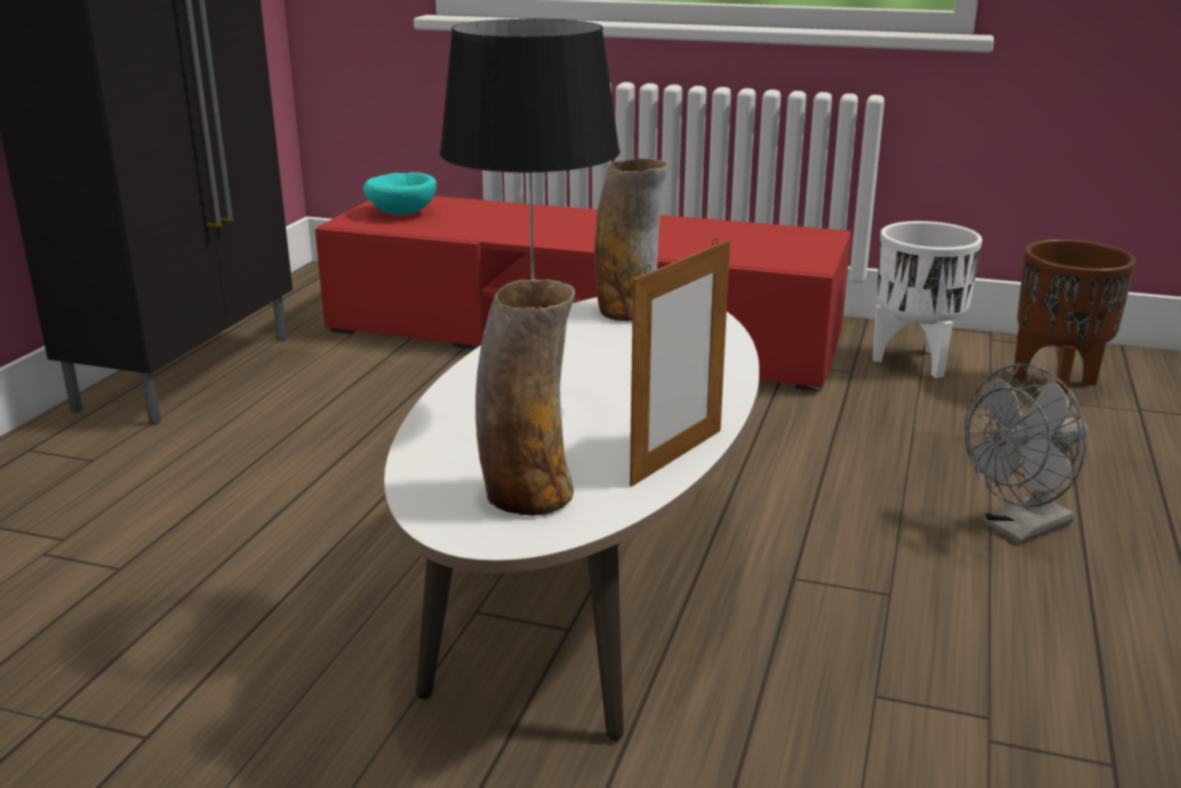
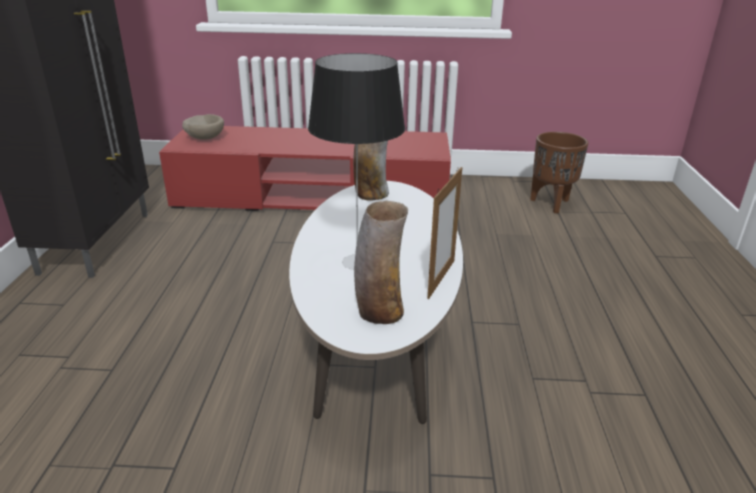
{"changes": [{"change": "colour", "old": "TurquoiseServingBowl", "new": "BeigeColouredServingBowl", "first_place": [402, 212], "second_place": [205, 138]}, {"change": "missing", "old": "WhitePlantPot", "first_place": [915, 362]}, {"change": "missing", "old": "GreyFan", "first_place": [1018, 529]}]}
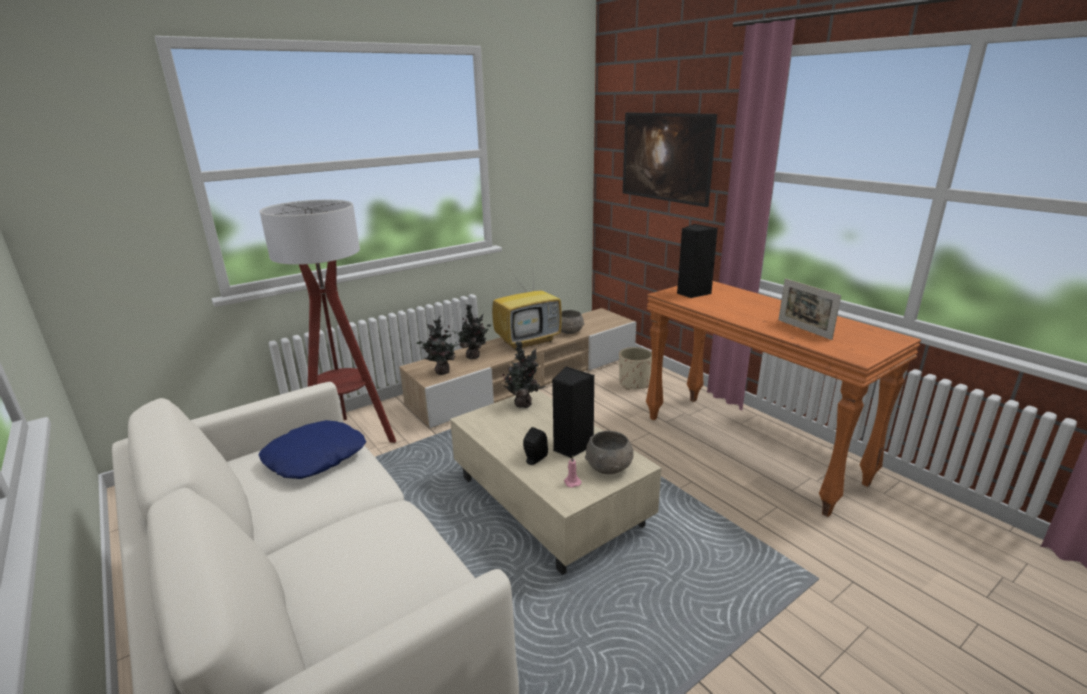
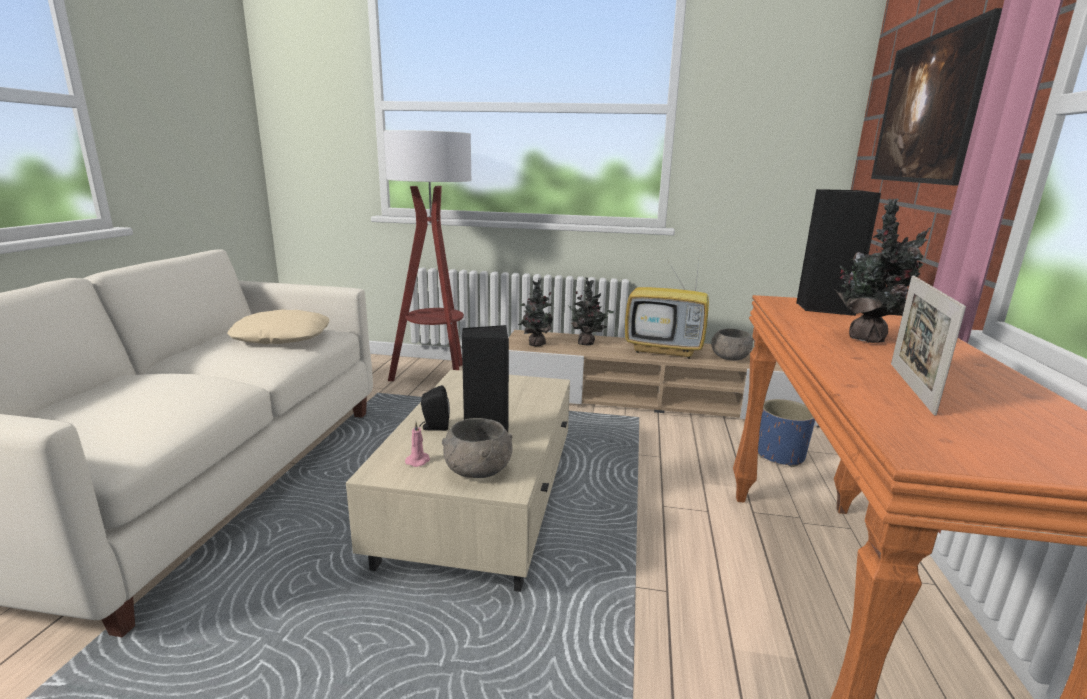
{"changes": [{"change": "colour", "old": "BlueThrowPillow", "new": "BeigeColouredThrowPillow", "first_place": [315, 457], "second_place": [282, 337]}, {"change": "relocated", "old": "Houseplant", "first_place": [523, 403], "second_place": [867, 338]}, {"change": "colour", "old": "BeigeColouredPlantPot", "new": "BluePlantPot", "first_place": [634, 384], "second_place": [780, 455]}]}
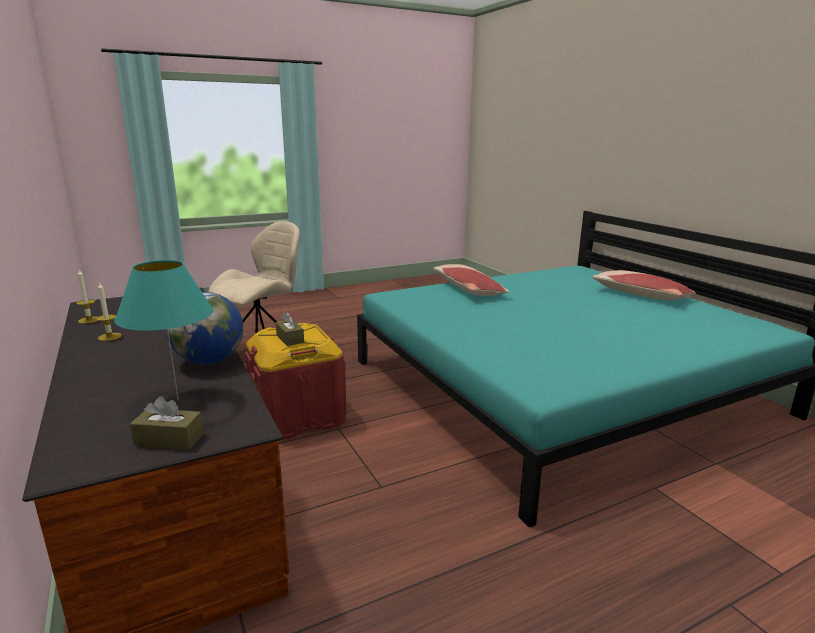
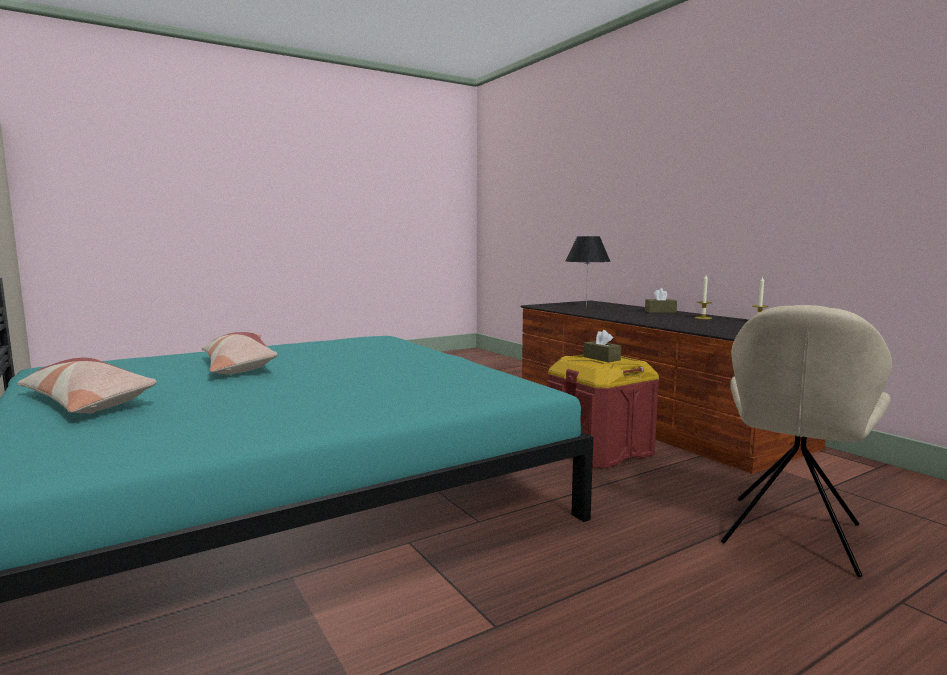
{"changes": [{"change": "colour", "old": "TurquoiseTabletopLamp", "new": "BlackColouredTabletopLamp", "first_place": [178, 399], "second_place": [585, 308]}, {"change": "relocated", "old": "BrownishBoxOfTissues", "first_place": [169, 439], "second_place": [660, 311]}, {"change": "missing", "old": "DeskGlobe", "first_place": [210, 361]}, {"change": "relocated", "old": "ThrowPillow", "first_place": [468, 289], "second_place": [238, 367]}]}
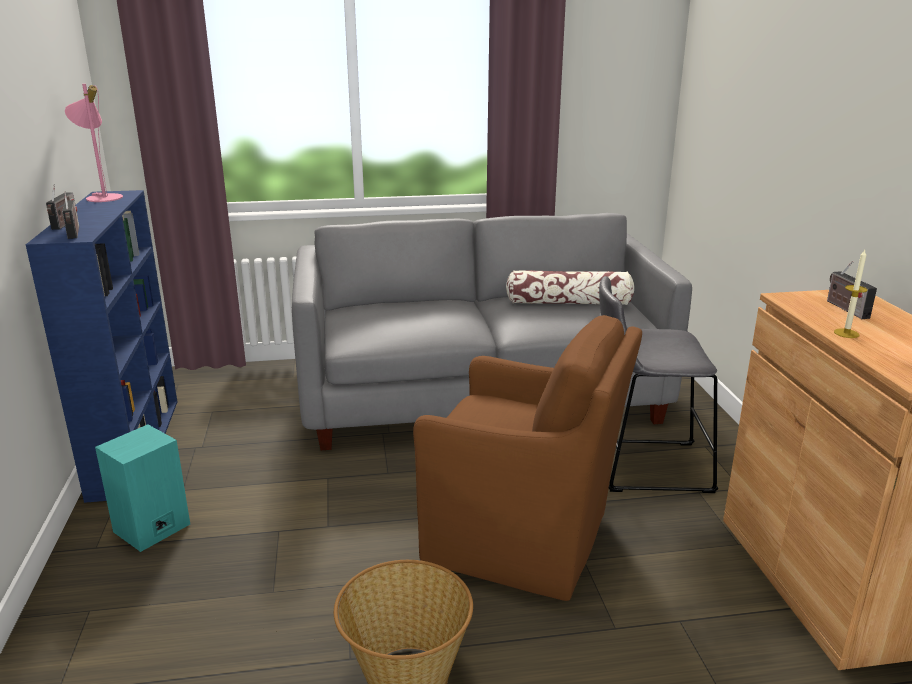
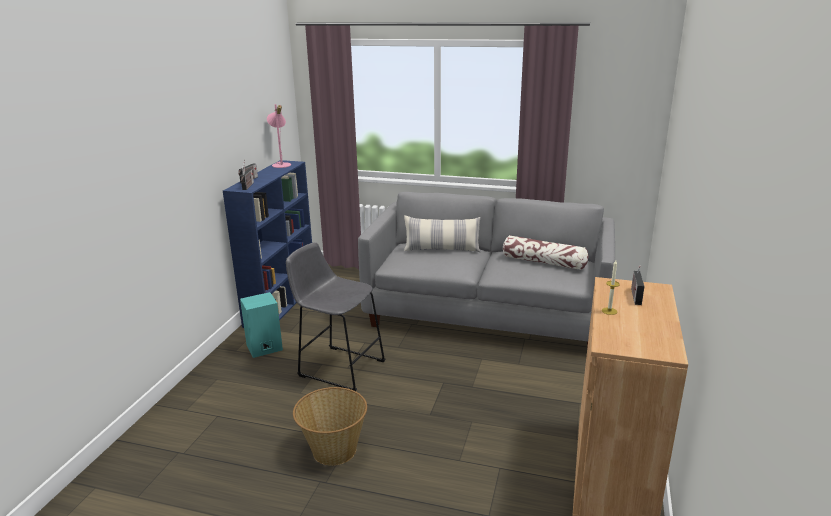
{"changes": [{"change": "missing", "old": "BrownishArmchair", "first_place": [522, 540]}, {"change": "relocated", "old": "GreySittingStool", "first_place": [644, 466], "second_place": [338, 367]}, {"change": "appeared", "new": "ThrowPillow", "second_place": [442, 249]}]}
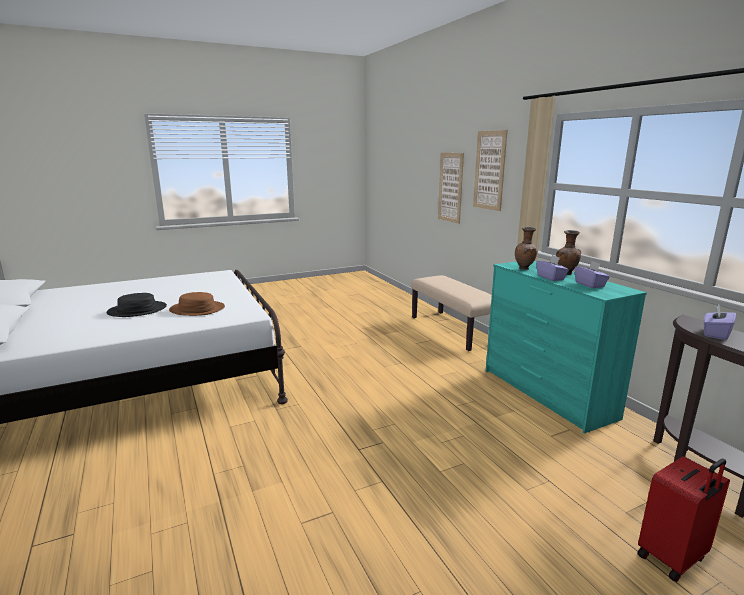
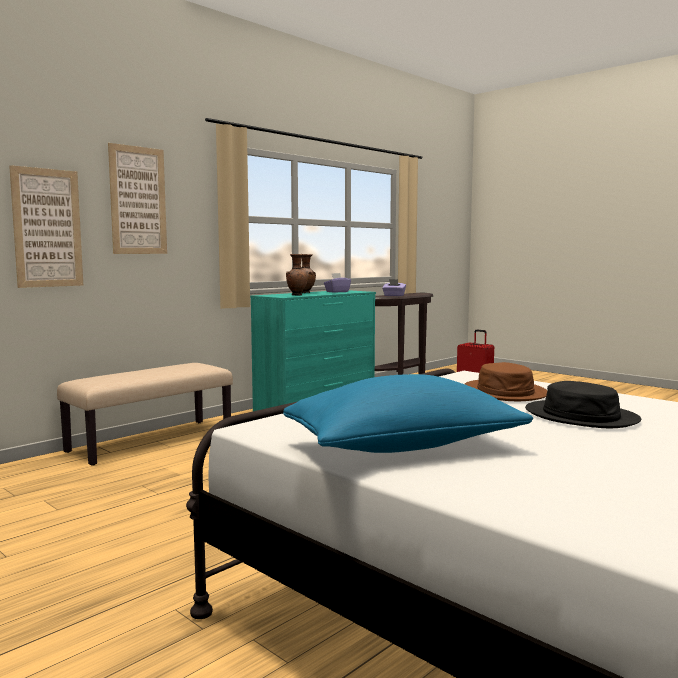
{"changes": [{"change": "missing", "old": "PurpleColouredBoxOfTissues", "first_place": [551, 278]}, {"change": "appeared", "new": "BlueThrowPillow", "second_place": [404, 448]}]}
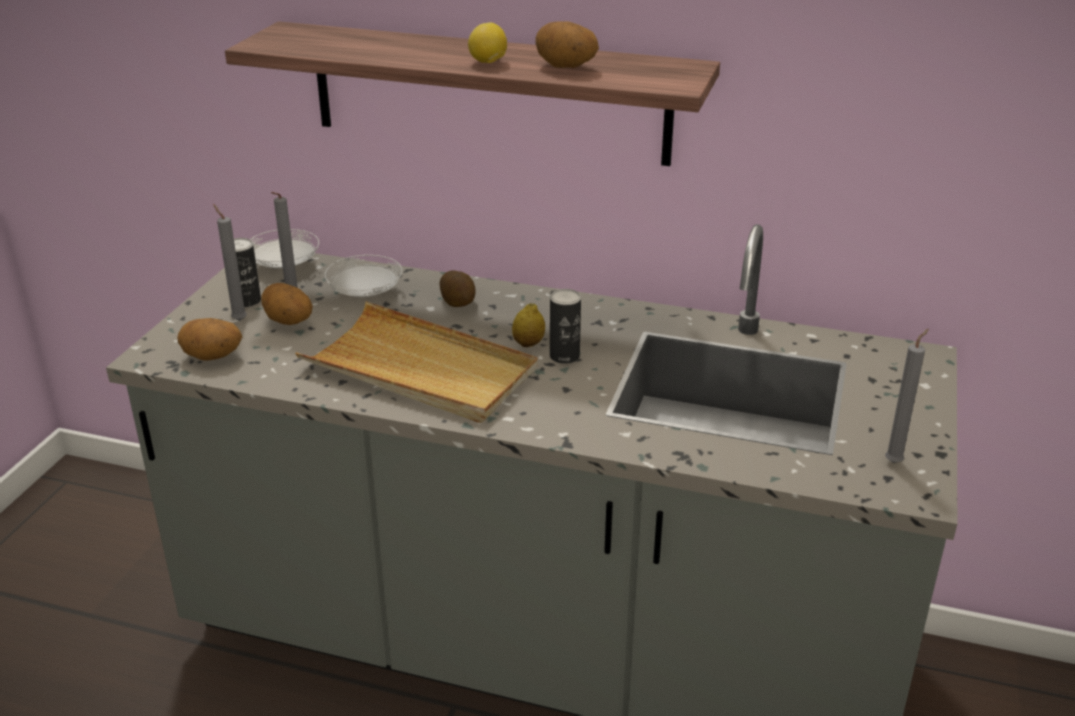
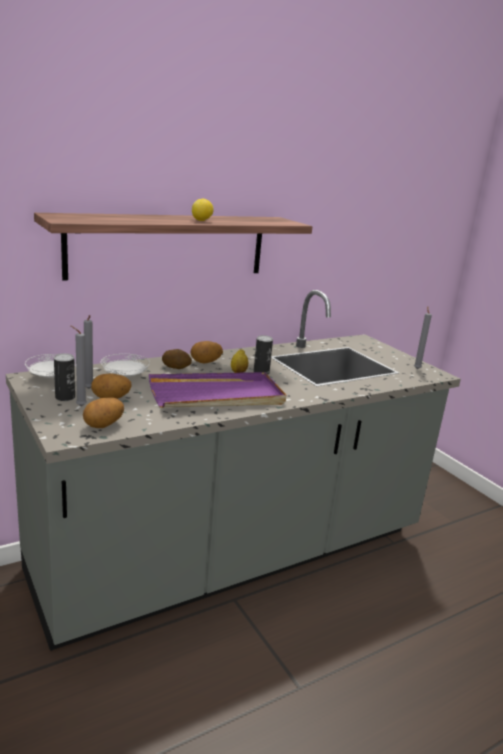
{"changes": [{"change": "colour", "old": "BeigeColouredCarryingTray", "new": "PurpleColouredCarryingTray", "first_place": [420, 370], "second_place": [217, 395]}, {"change": "relocated", "old": "WholePotato", "first_place": [565, 67], "second_place": [206, 362]}]}
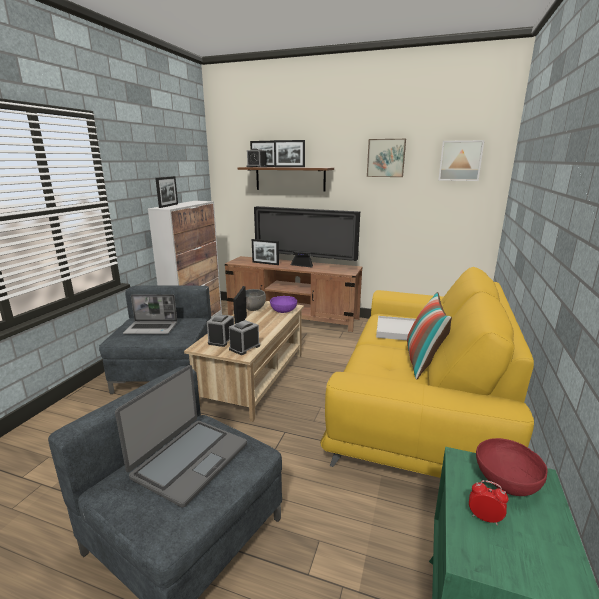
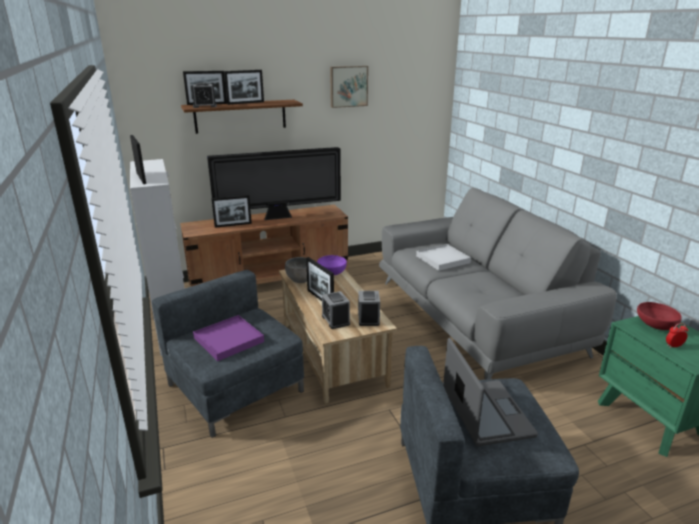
{"changes": [{"change": "exchanged", "old": "Laptop", "new": "PurpleColouredCarryingTray", "first_place": [152, 328], "second_place": [229, 340]}, {"change": "colour", "old": "YellowCouch", "new": "GreyCouch", "first_place": [418, 404], "second_place": [475, 316]}, {"change": "missing", "old": "ThrowPillow", "first_place": [423, 362]}, {"change": "missing", "old": "WallArt", "first_place": [460, 160]}]}
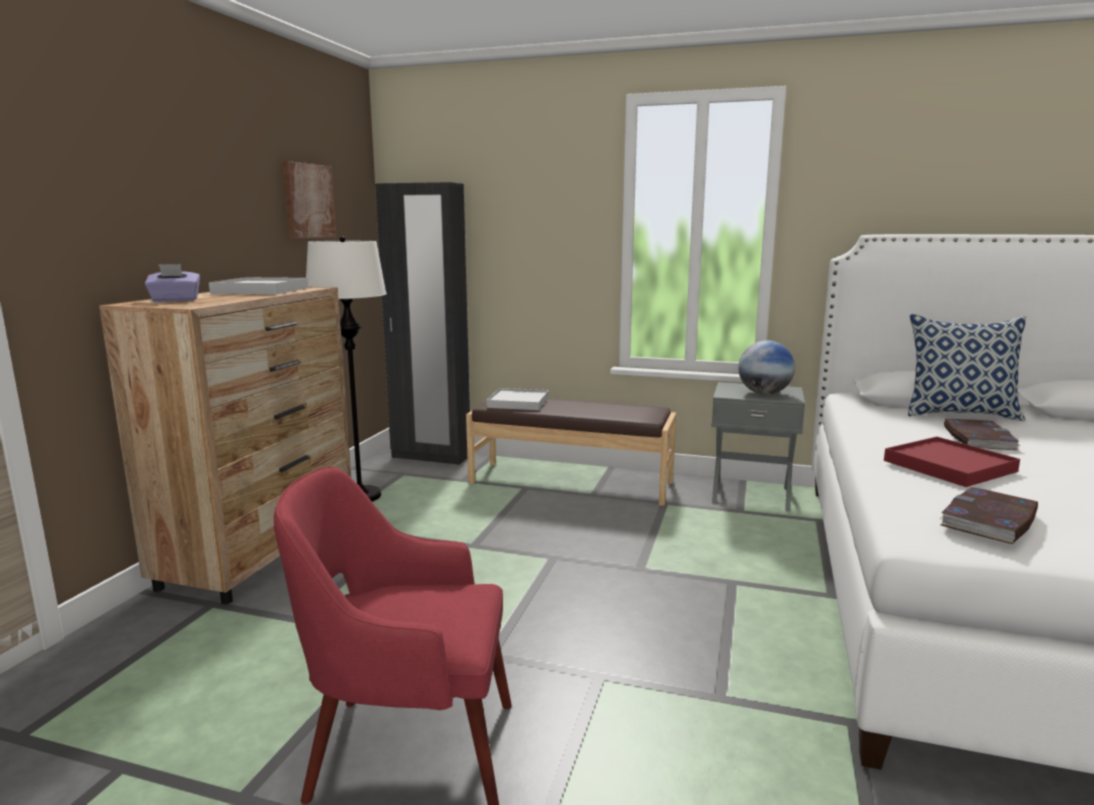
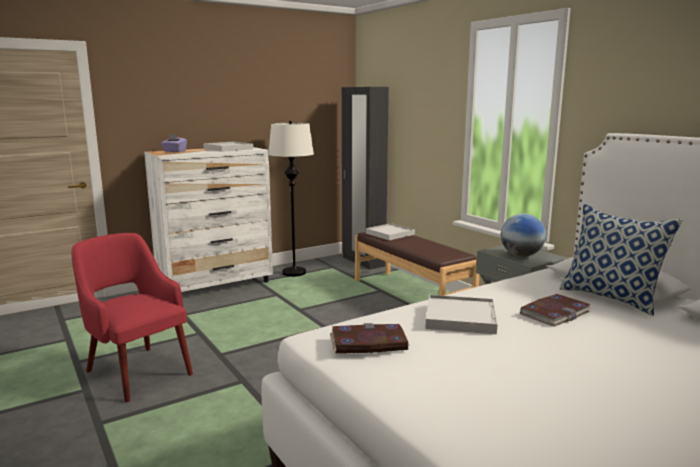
{"changes": [{"change": "colour", "old": "BrownishDrawerChest", "new": "WhiteDrawerChest", "first_place": [262, 551], "second_place": [216, 285]}, {"change": "missing", "old": "WallArt", "first_place": [308, 201]}, {"change": "colour", "old": "ReddishCarryingTray", "new": "WhiteCarryingTray", "first_place": [949, 466], "second_place": [460, 318]}]}
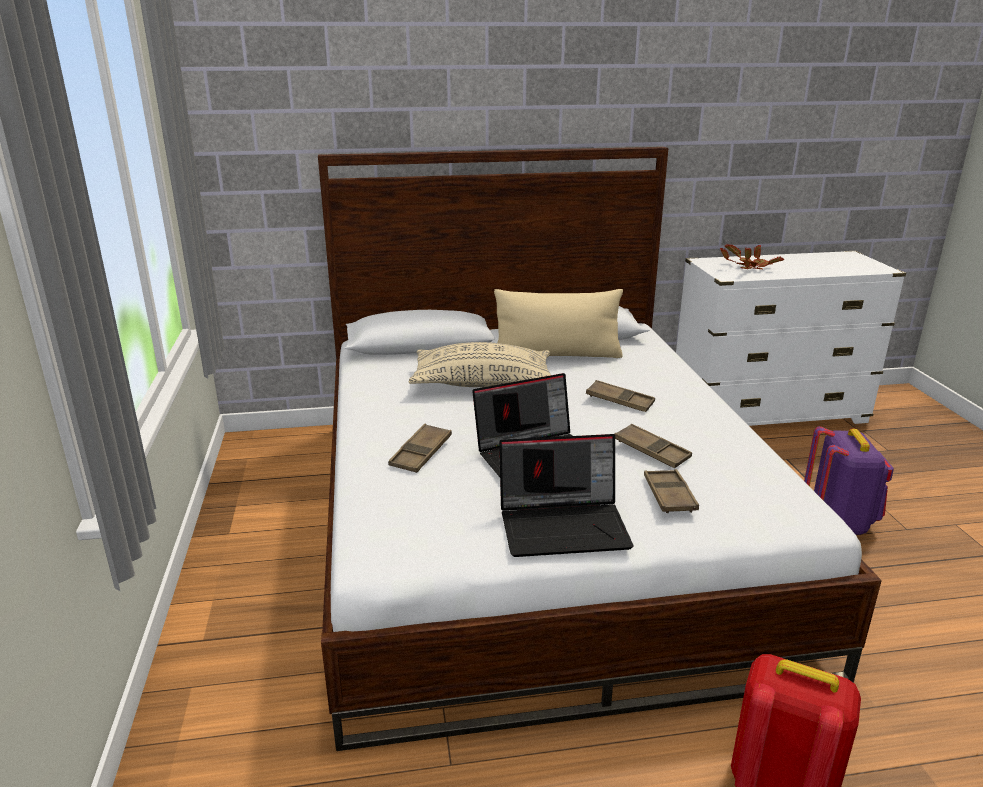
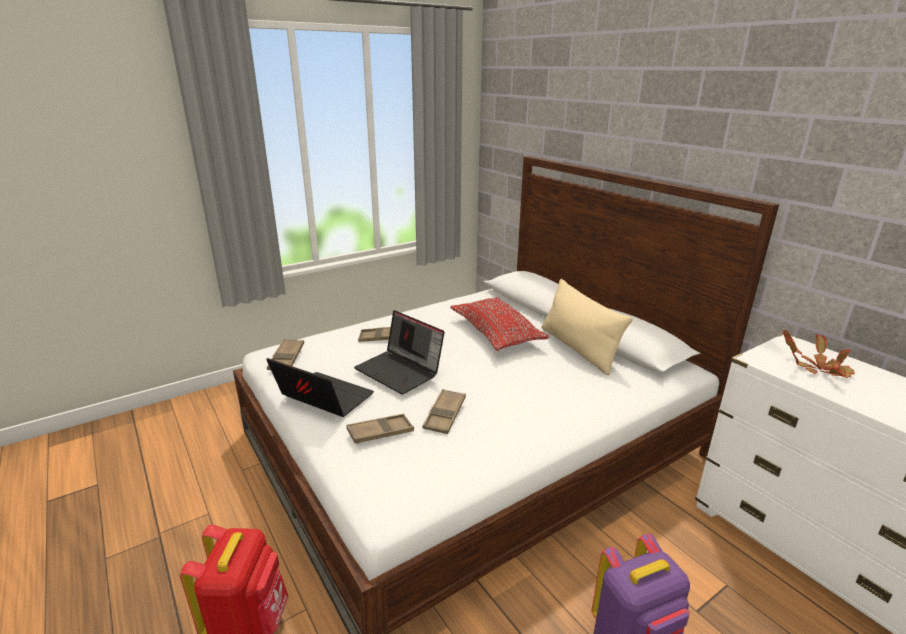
{"changes": [{"change": "colour", "old": "BeigeColouredThrowPillow", "new": "ReddishThrowPillow", "first_place": [482, 383], "second_place": [496, 333]}, {"change": "spun", "old": "Laptop", "first_place": [565, 525], "second_place": [322, 398], "degrees": 150}, {"change": "relocated", "old": "BrownishCarryingTray", "first_place": [620, 401], "second_place": [286, 358]}]}
